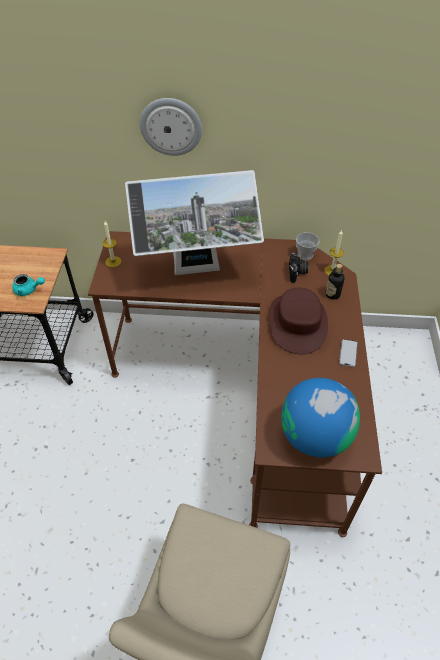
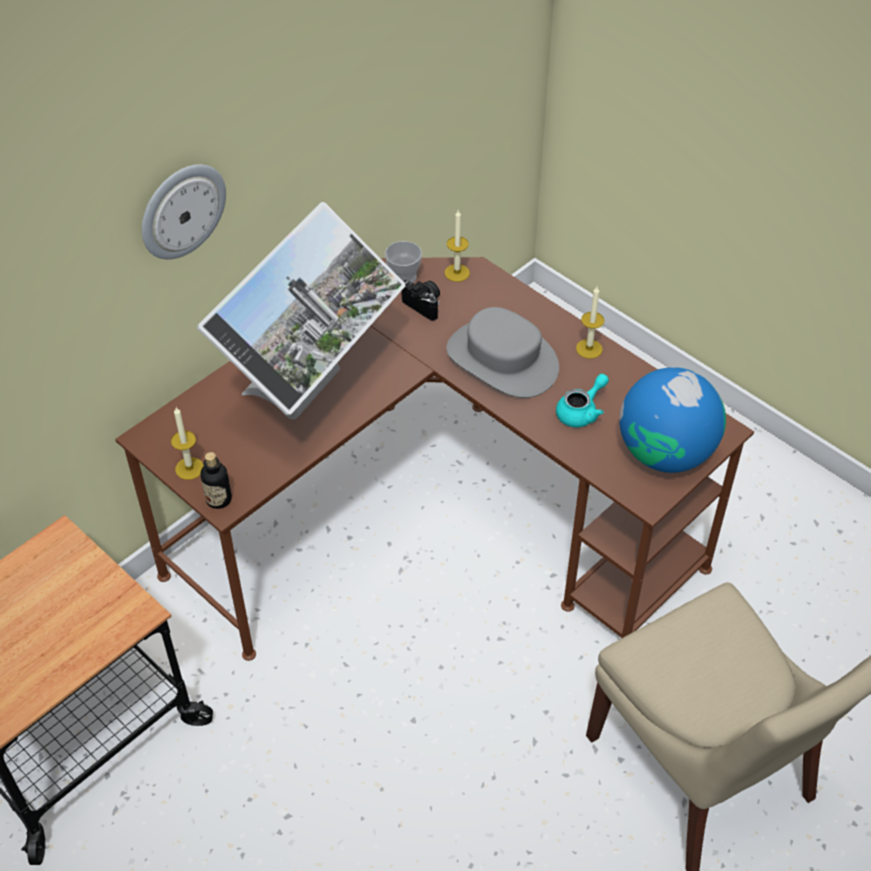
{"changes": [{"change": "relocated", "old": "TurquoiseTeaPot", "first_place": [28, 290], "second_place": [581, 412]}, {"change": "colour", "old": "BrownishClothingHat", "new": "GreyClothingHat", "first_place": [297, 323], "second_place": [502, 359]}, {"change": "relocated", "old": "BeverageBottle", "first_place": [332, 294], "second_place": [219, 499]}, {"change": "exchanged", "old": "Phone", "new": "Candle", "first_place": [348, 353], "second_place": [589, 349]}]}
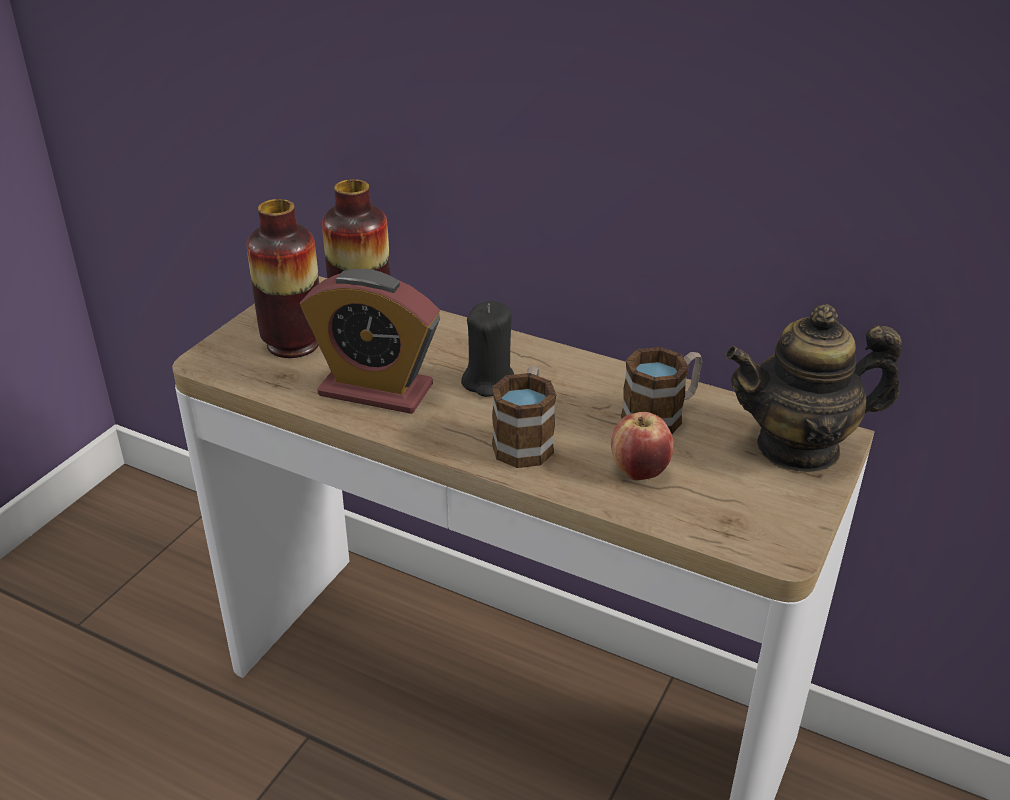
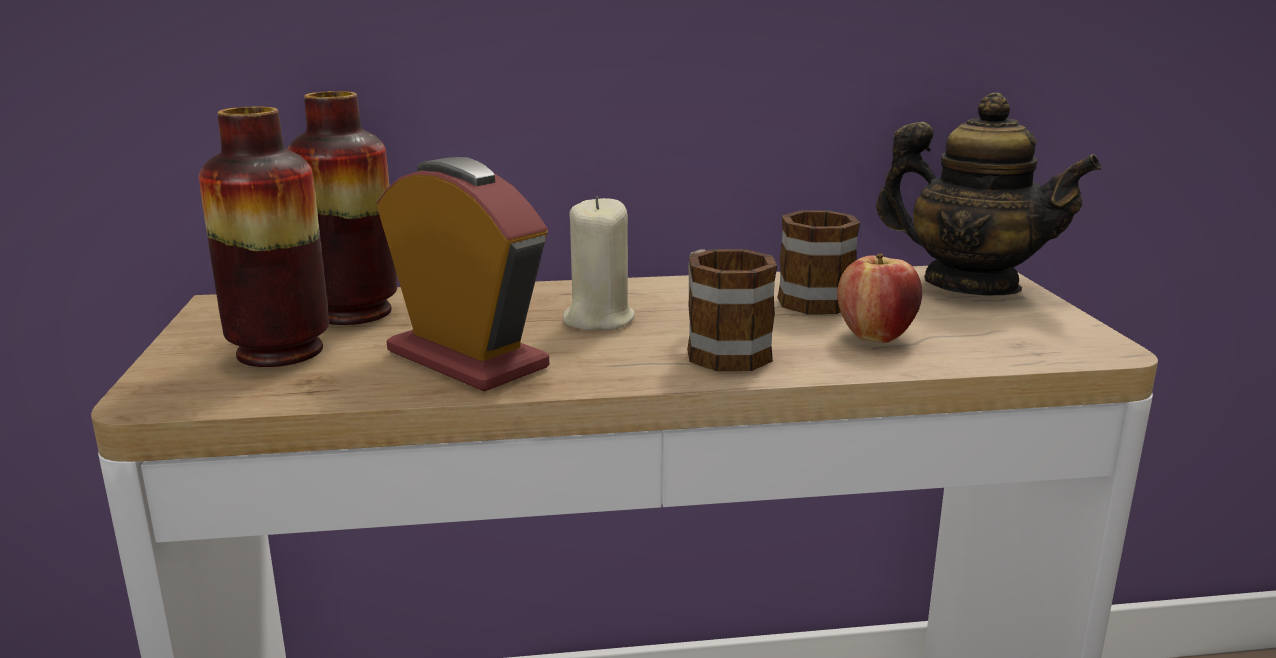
{"changes": [{"change": "spun", "old": "BedsideClock", "first_place": [375, 390], "second_place": [467, 359], "degrees": -120}, {"change": "colour", "old": "BlackColouredCandle", "new": "BeigeColouredCandle", "first_place": [489, 382], "second_place": [598, 319]}, {"change": "spun", "old": "TeaPot", "first_place": [798, 447], "second_place": [971, 285], "degrees": -105}]}
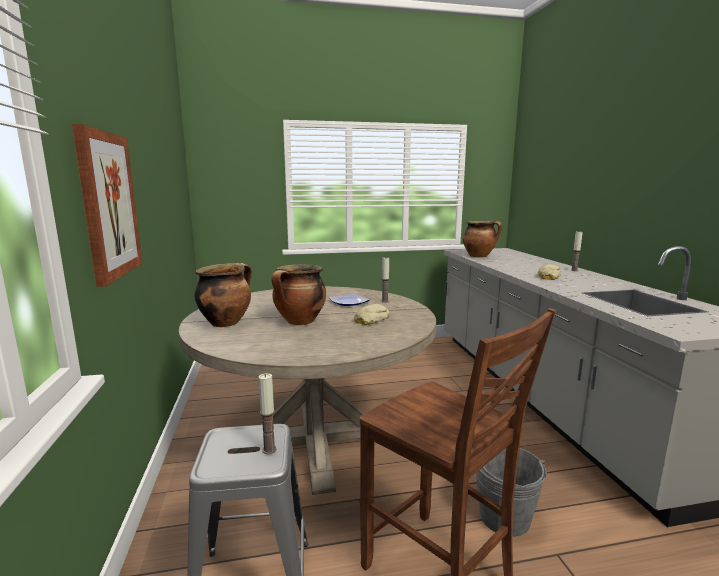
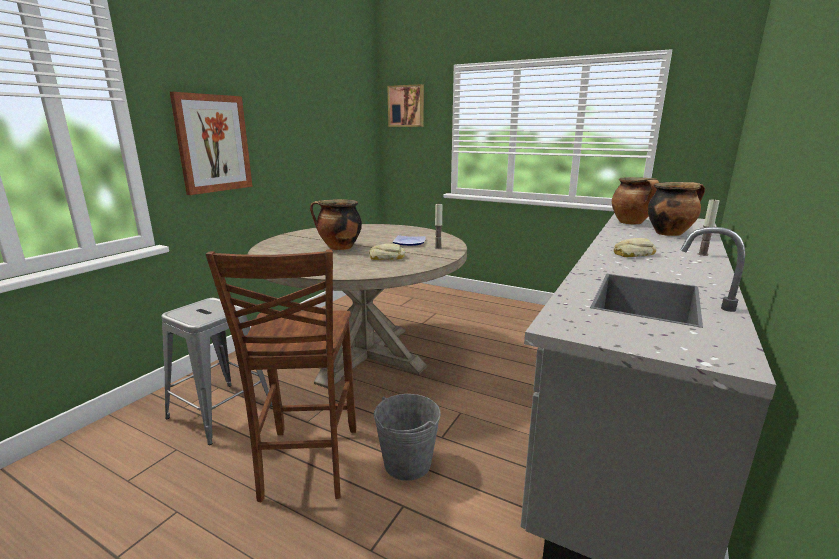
{"changes": [{"change": "relocated", "old": "Saucepot", "first_place": [226, 322], "second_place": [669, 233]}, {"change": "missing", "old": "Candle", "first_place": [269, 450]}, {"change": "appeared", "new": "WallArt", "second_place": [406, 106]}]}
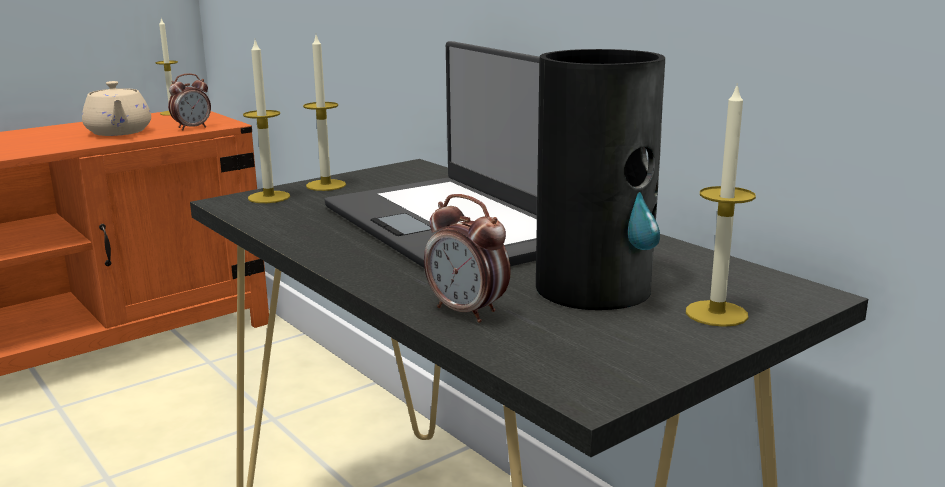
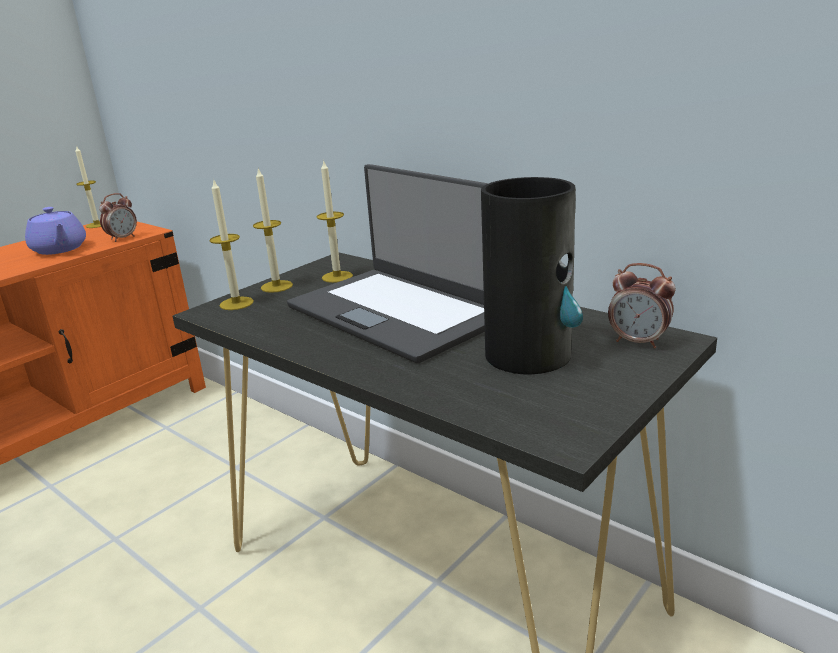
{"changes": [{"change": "colour", "old": "BeigeColouredTeaPot", "new": "PurpleColouredTeaPot", "first_place": [119, 132], "second_place": [60, 249]}, {"change": "relocated", "old": "BedsideClock", "first_place": [467, 312], "second_place": [638, 342]}, {"change": "relocated", "old": "Candle", "first_place": [716, 313], "second_place": [337, 277]}]}
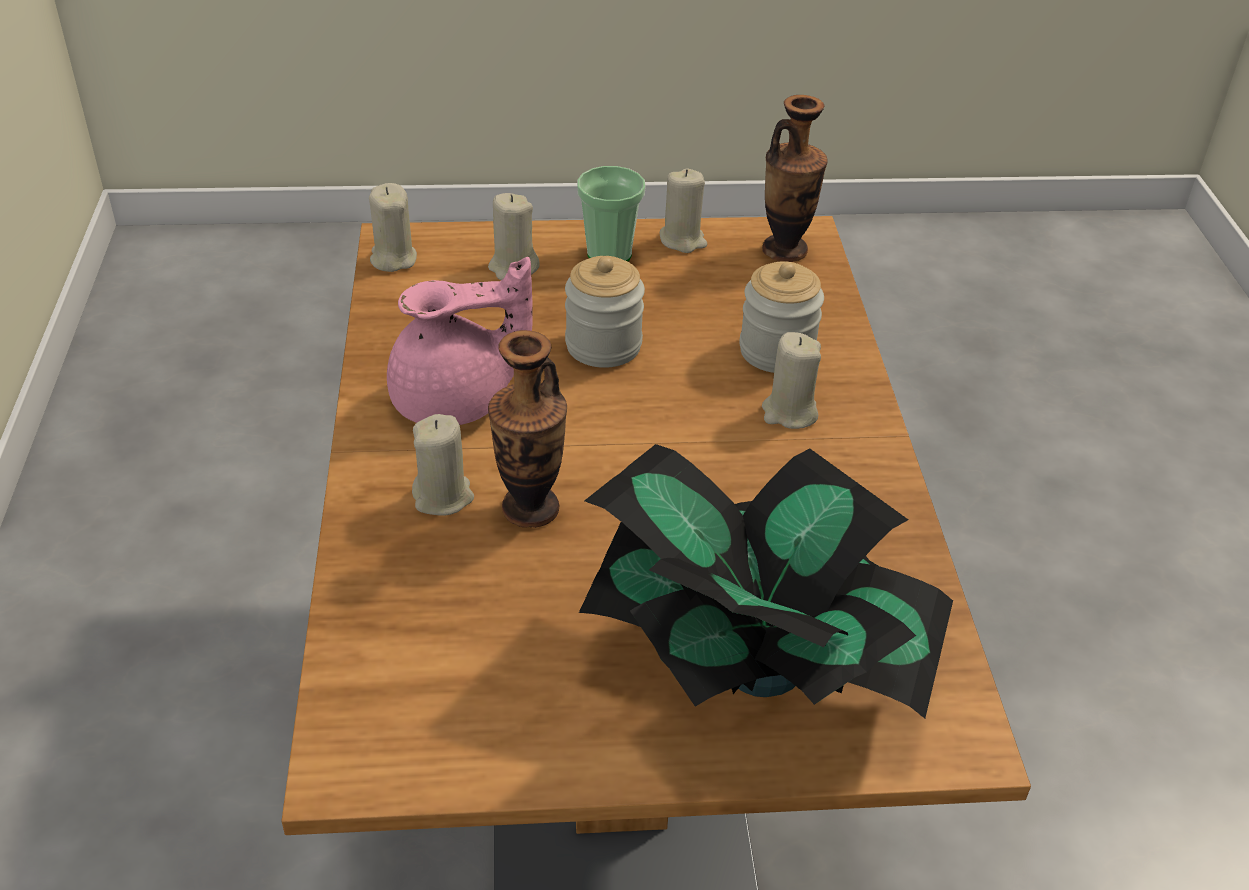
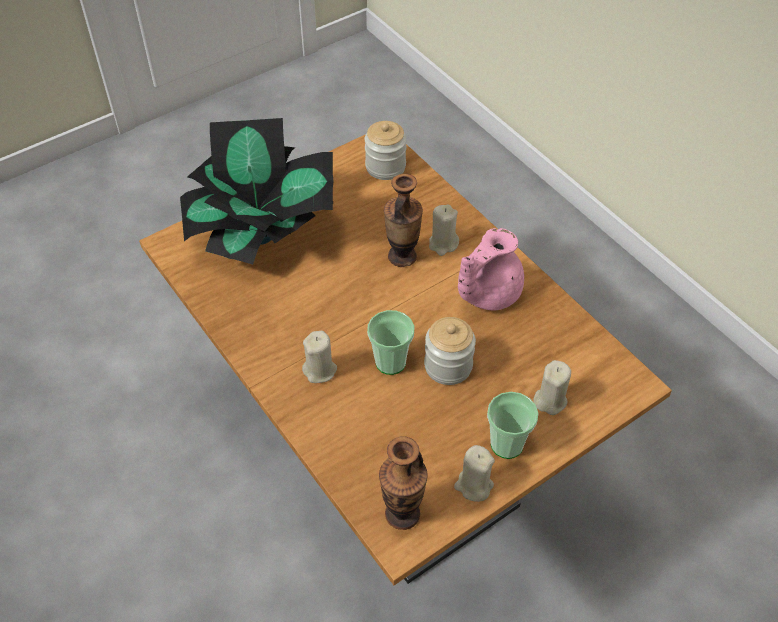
{"changes": [{"change": "missing", "old": "BeigeColouredCandle", "first_place": [393, 259]}, {"change": "relocated", "old": "StorageJar", "first_place": [777, 351], "second_place": [385, 167]}, {"change": "appeared", "new": "SmallCup", "second_place": [390, 362]}]}
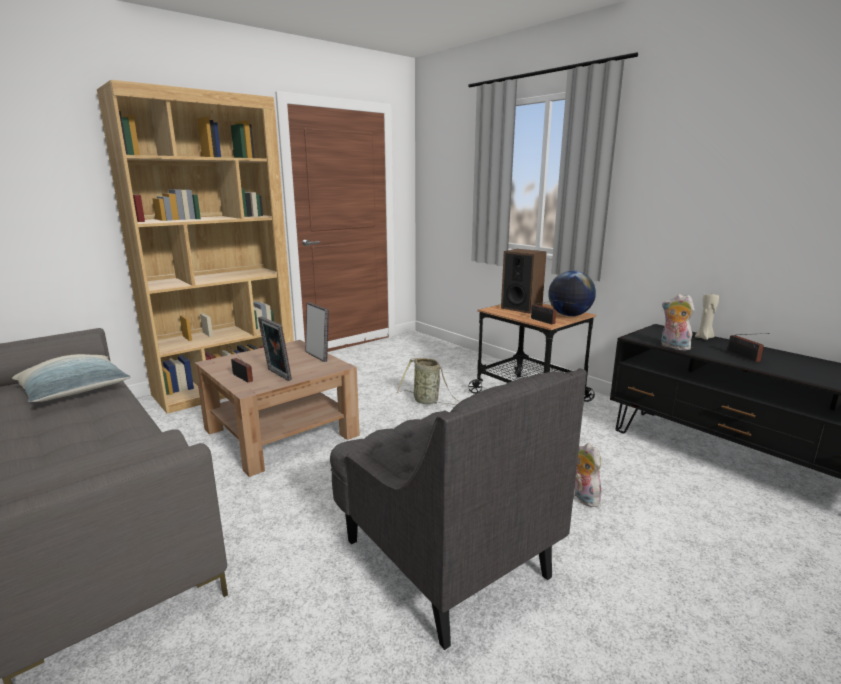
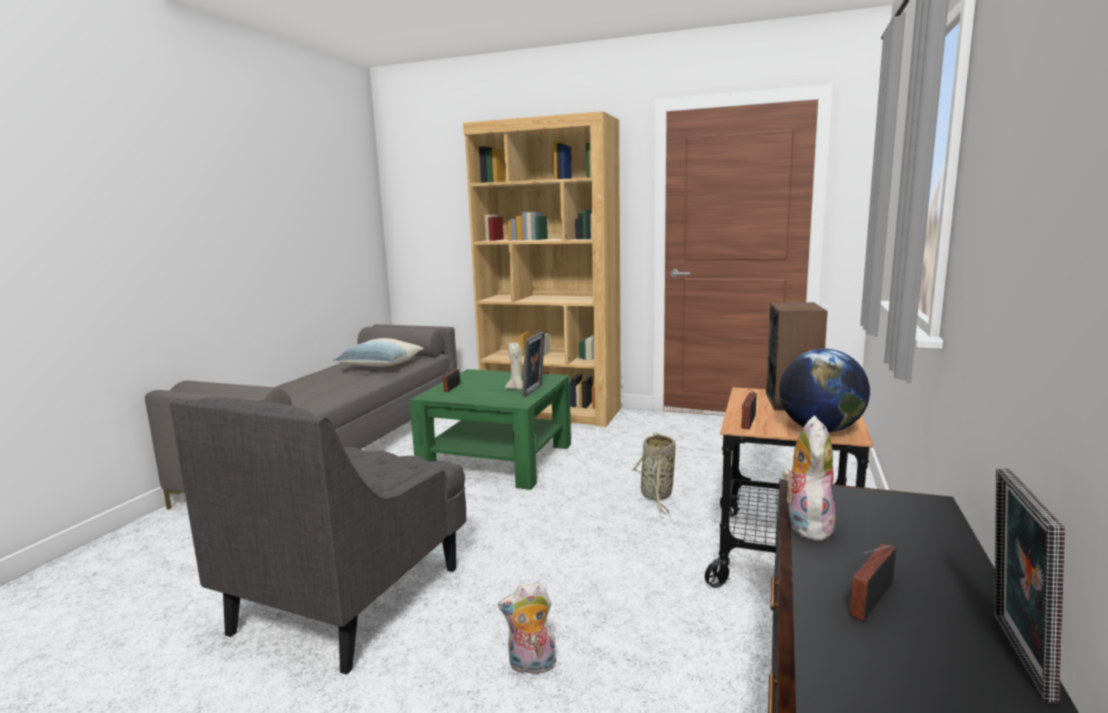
{"changes": [{"change": "colour", "old": "BrownishLowTable", "new": "GreenishLowTable", "first_place": [281, 432], "second_place": [497, 459]}, {"change": "relocated", "old": "PhotoFrame", "first_place": [277, 375], "second_place": [1013, 654]}, {"change": "spun", "old": "CuddlyToy", "first_place": [583, 498], "second_place": [531, 666], "degrees": -135}, {"change": "relocated", "old": "BeigeColouredCandle", "first_place": [704, 338], "second_place": [517, 388]}]}
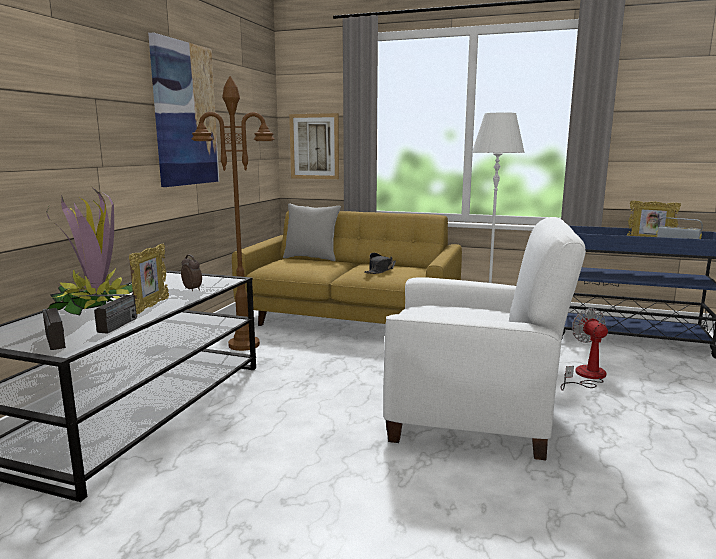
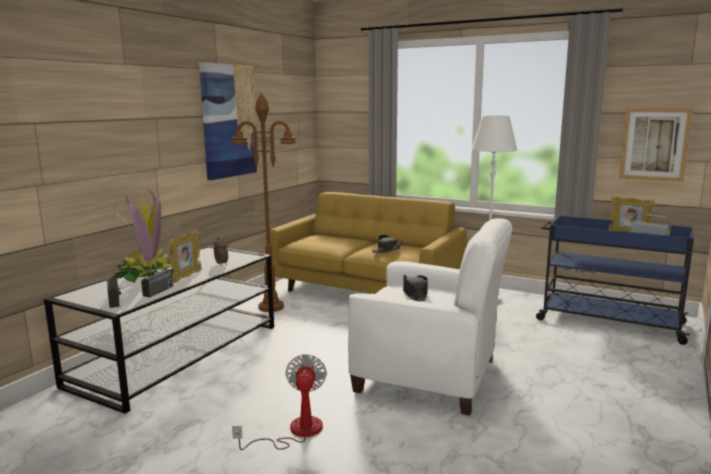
{"changes": [{"change": "missing", "old": "GreyThrowPillow", "first_place": [311, 258]}, {"change": "relocated", "old": "WallArt", "first_place": [314, 146], "second_place": [654, 144]}, {"change": "relocated", "old": "Fan", "first_place": [586, 376], "second_place": [295, 432]}, {"change": "appeared", "new": "BlackColouredClothingHat", "second_place": [415, 293]}]}
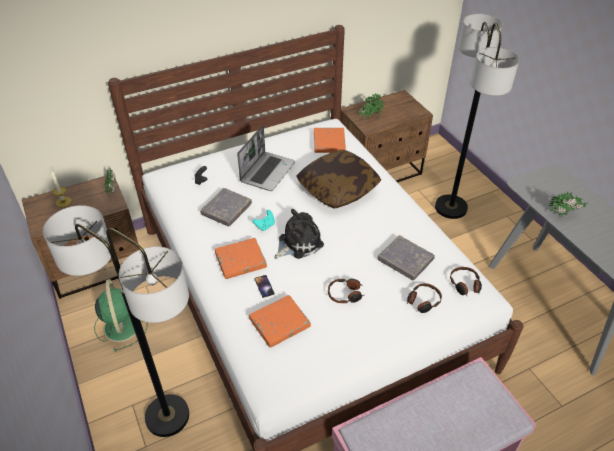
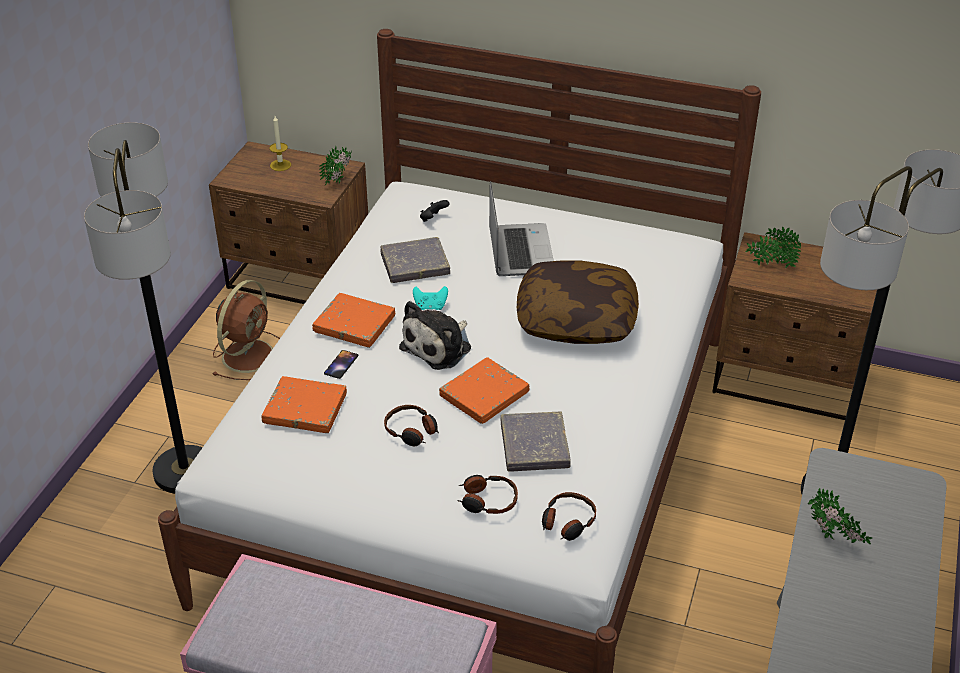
{"changes": [{"change": "colour", "old": "GreenishFan", "new": "BrownishFan", "first_place": [121, 325], "second_place": [249, 354]}, {"change": "spun", "old": "Laptop", "first_place": [267, 172], "second_place": [519, 251], "degrees": -75}, {"change": "spun", "old": "CuddlyToy", "first_place": [298, 243], "second_place": [439, 347], "degrees": 120}, {"change": "relocated", "old": "OrangeColouredBoundBook", "first_place": [329, 142], "second_place": [484, 395]}]}
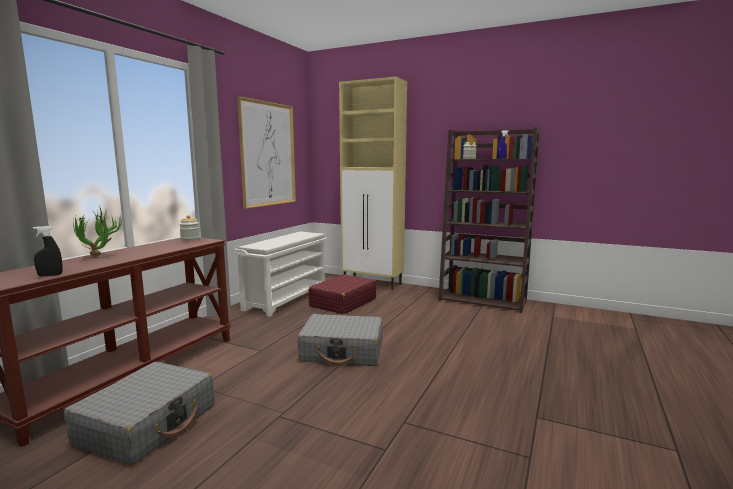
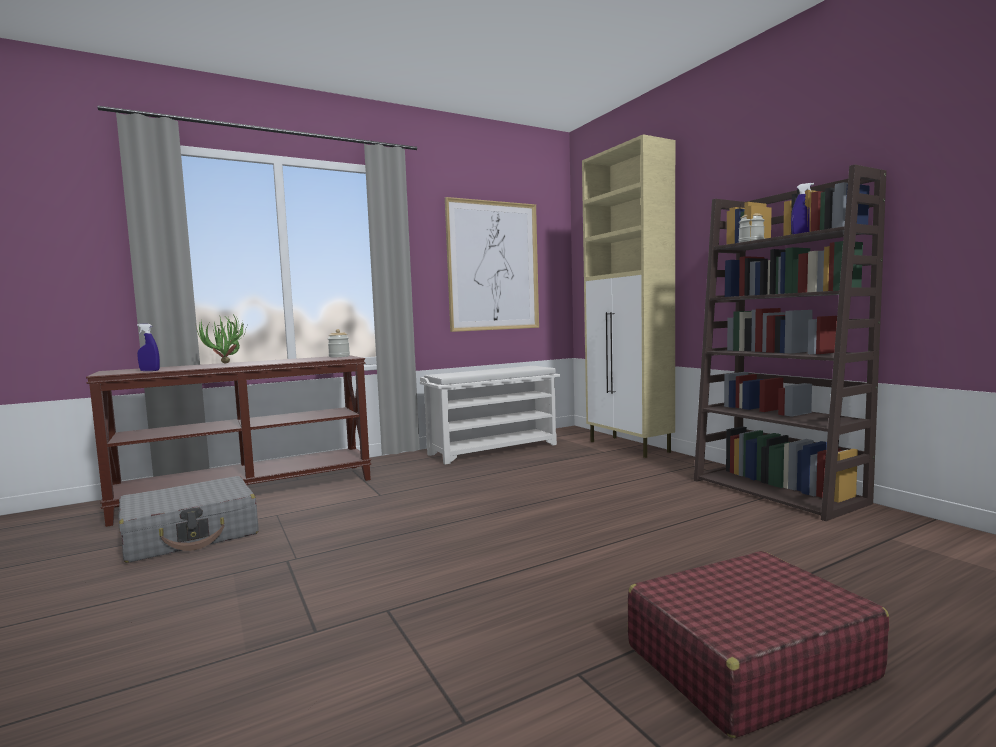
{"changes": [{"change": "colour", "old": "BlackColouredSprayer", "new": "BlueSprayer", "first_place": [50, 275], "second_place": [149, 371]}, {"change": "missing", "old": "GreySuitcase", "first_place": [342, 351]}, {"change": "relocated", "old": "ReddishSuitcase", "first_place": [343, 303], "second_place": [747, 661]}]}
